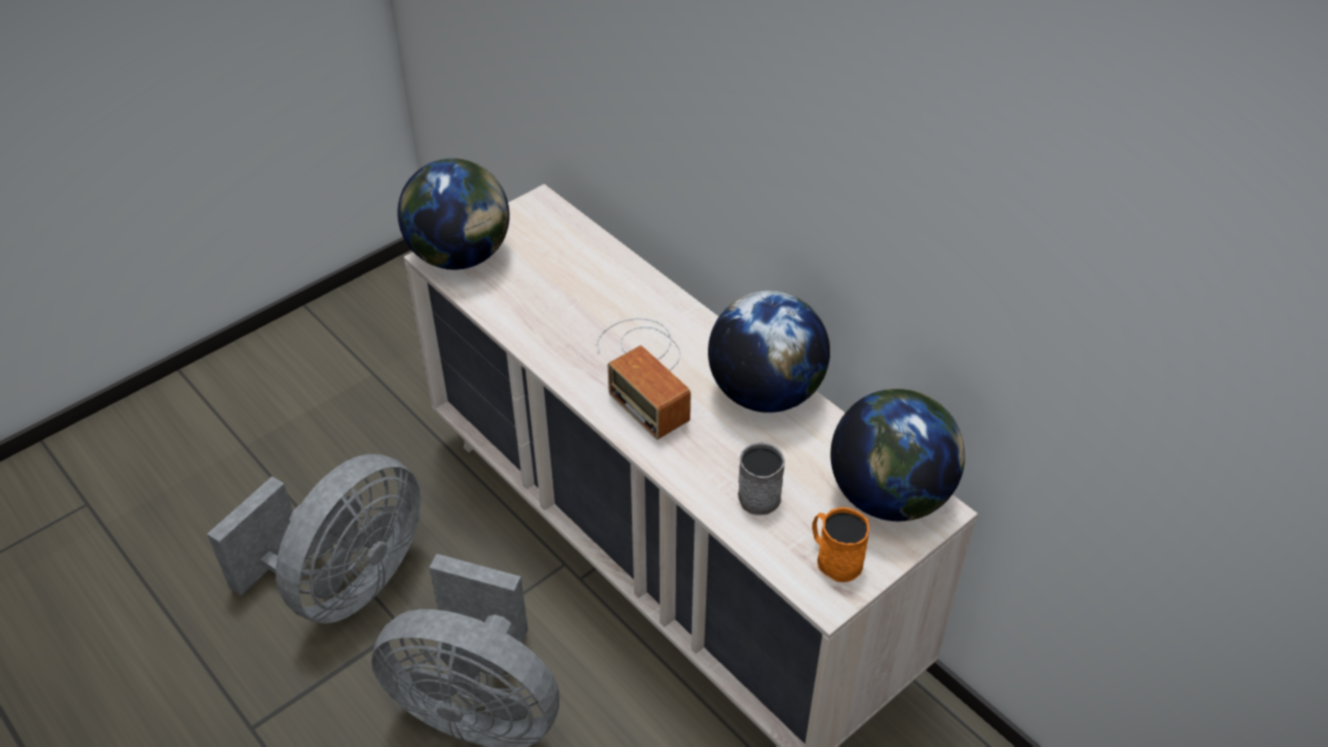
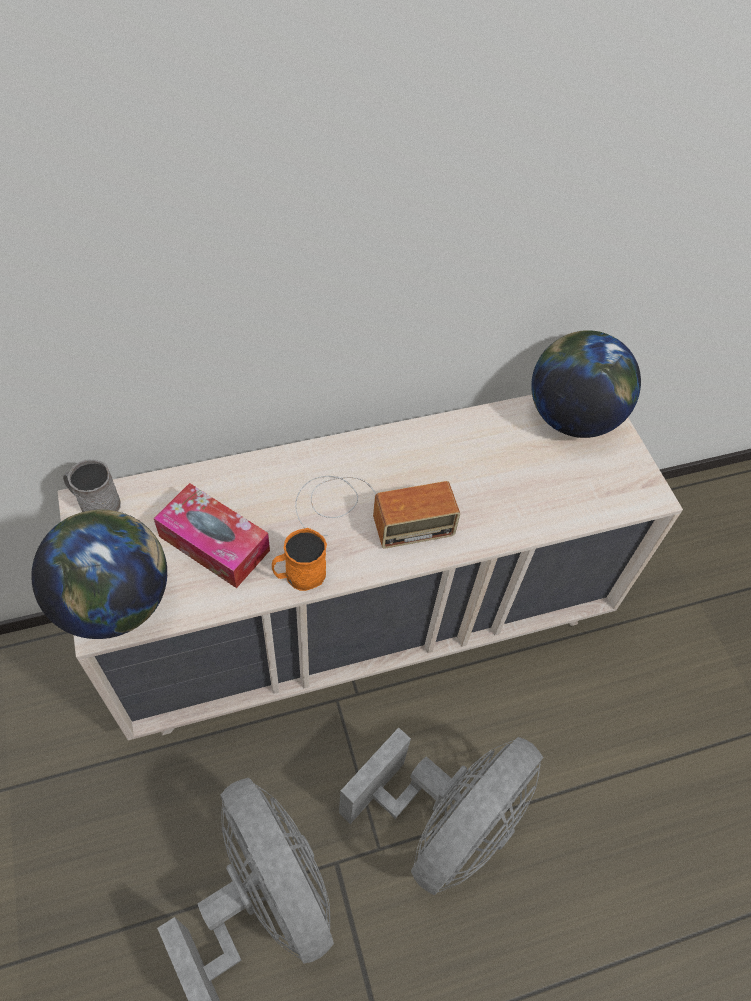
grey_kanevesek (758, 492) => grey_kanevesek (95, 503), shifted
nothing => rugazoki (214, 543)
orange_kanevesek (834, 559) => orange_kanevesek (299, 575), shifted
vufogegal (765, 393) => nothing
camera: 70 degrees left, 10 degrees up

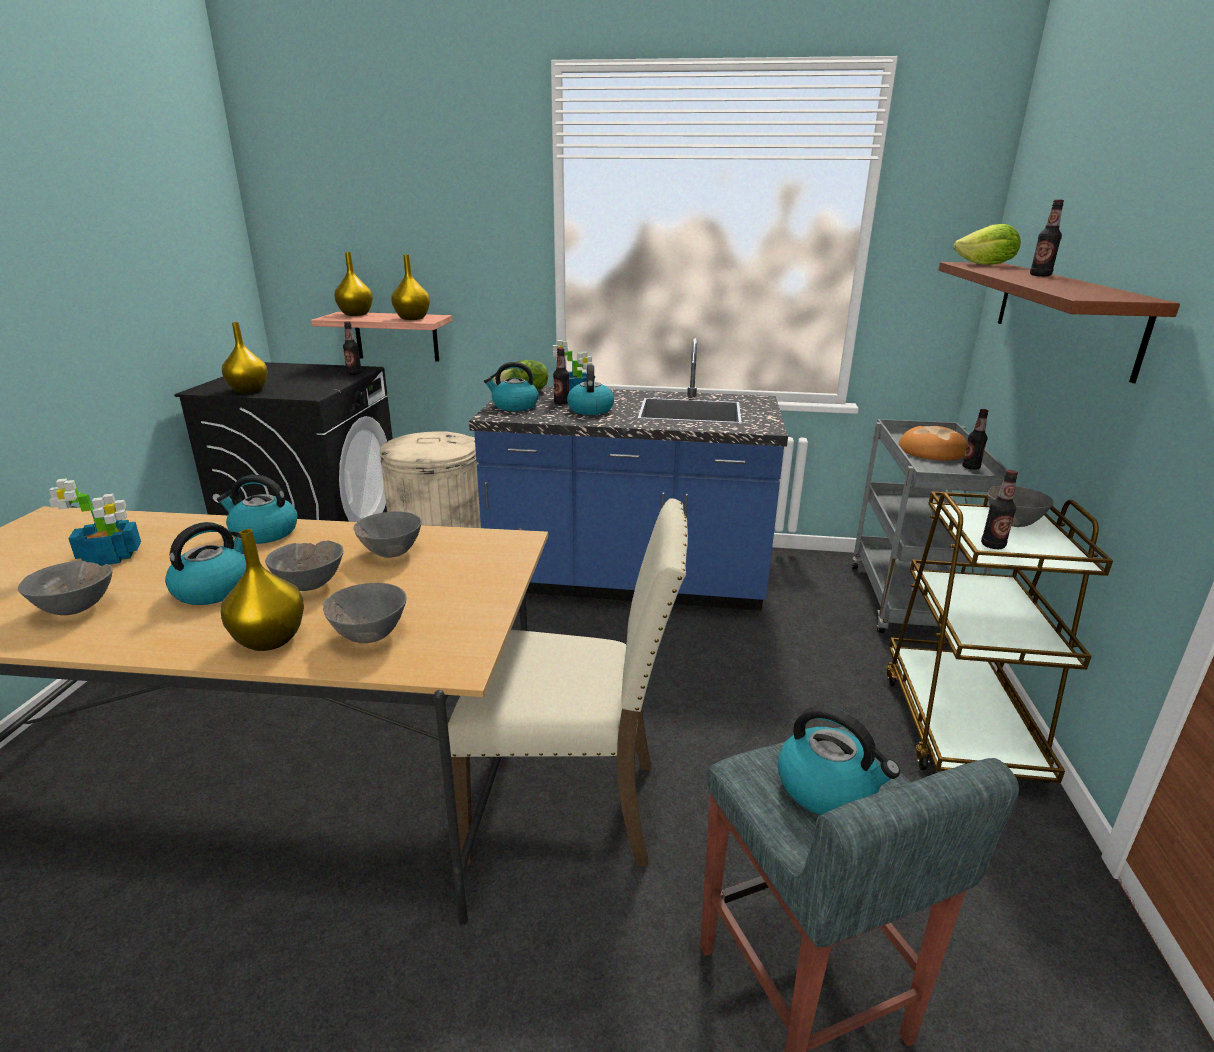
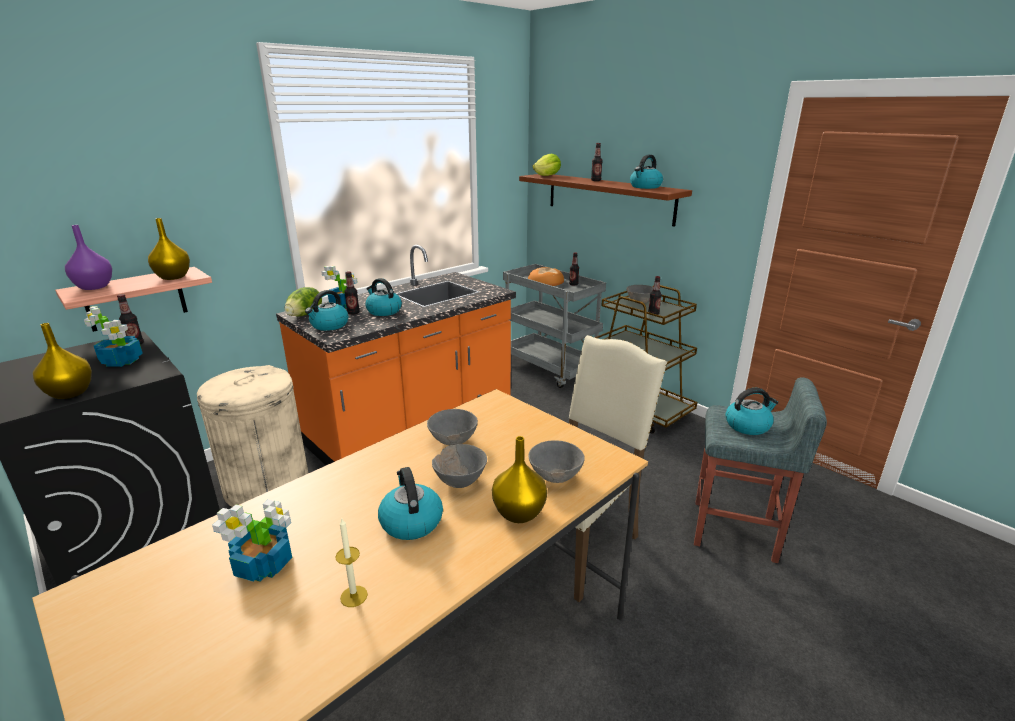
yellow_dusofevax (355, 314) => purple_dusofevax (93, 287)
nothing => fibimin (122, 361)
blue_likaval (628, 580) => orange_likaval (412, 426)
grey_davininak (77, 609) => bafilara (354, 596)
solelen (263, 533) => solelen (645, 187), shifted
camera: 50 degrees left, 0 degrees up

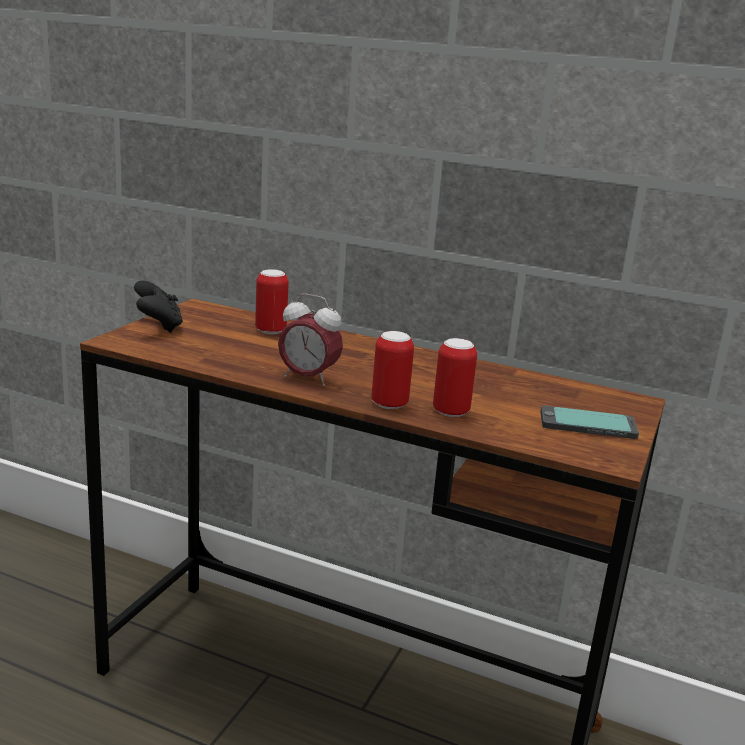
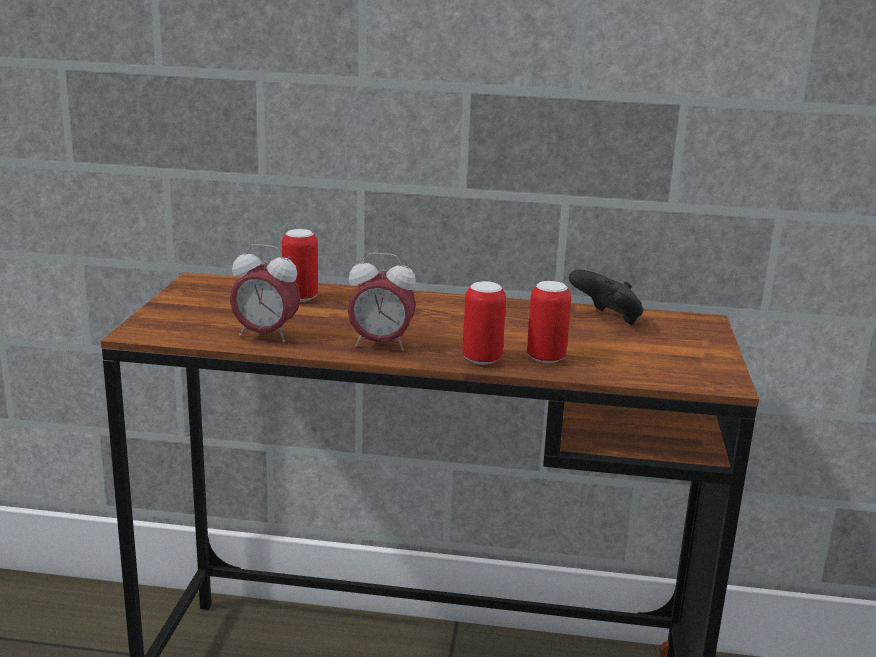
nothing => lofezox (265, 335)
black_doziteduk (158, 326) => black_doziteduk (607, 319), shifted
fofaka (588, 425) => nothing
camera: 15 degrees left, 0 degrees up

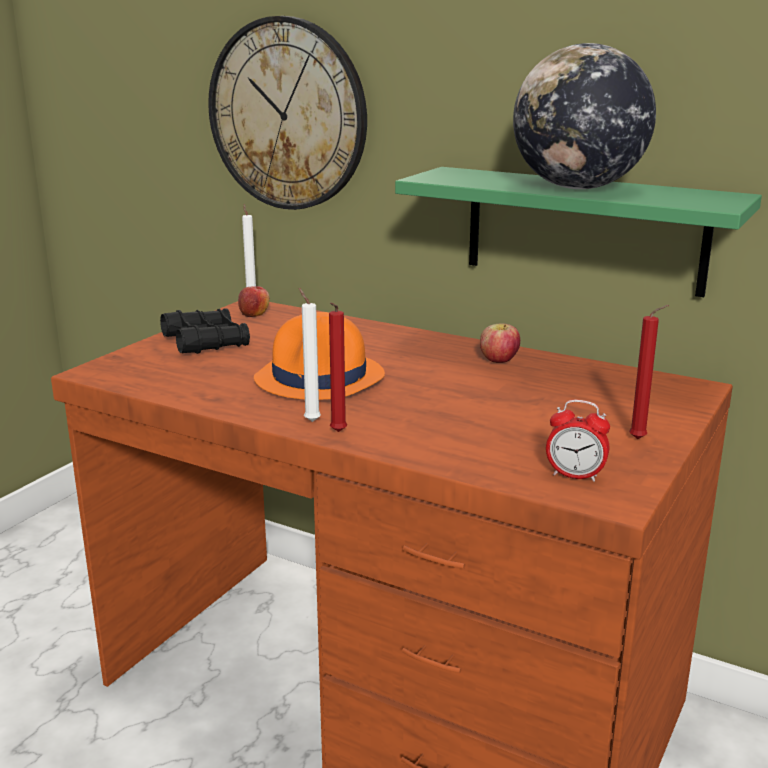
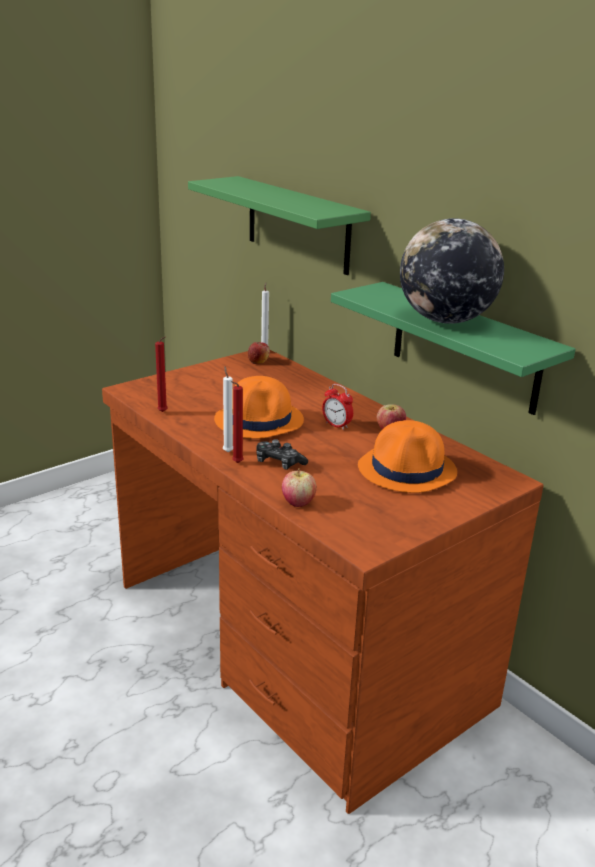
red_bafilara (640, 439) => red_bafilara (163, 412), shifted
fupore (287, 115) => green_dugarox (298, 225)
nothing => doziteduk (278, 463)
nothing => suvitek (298, 502)
lofezox (575, 476) => lofezox (336, 425), shifted
nothing => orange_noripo (407, 470)
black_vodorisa (206, 342) => nothing
camera: 20 degrees right, 5 degrees up

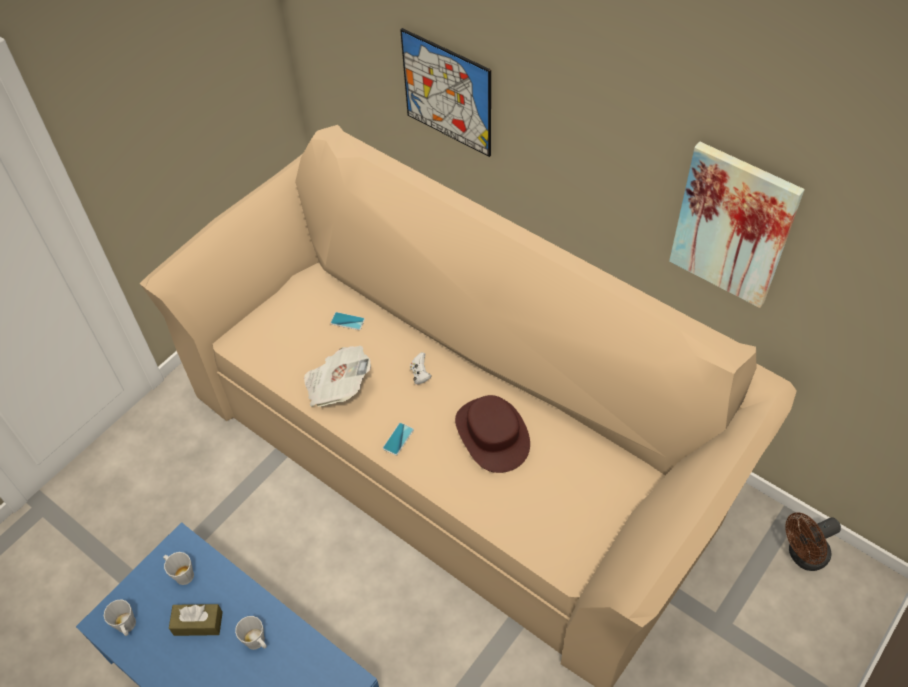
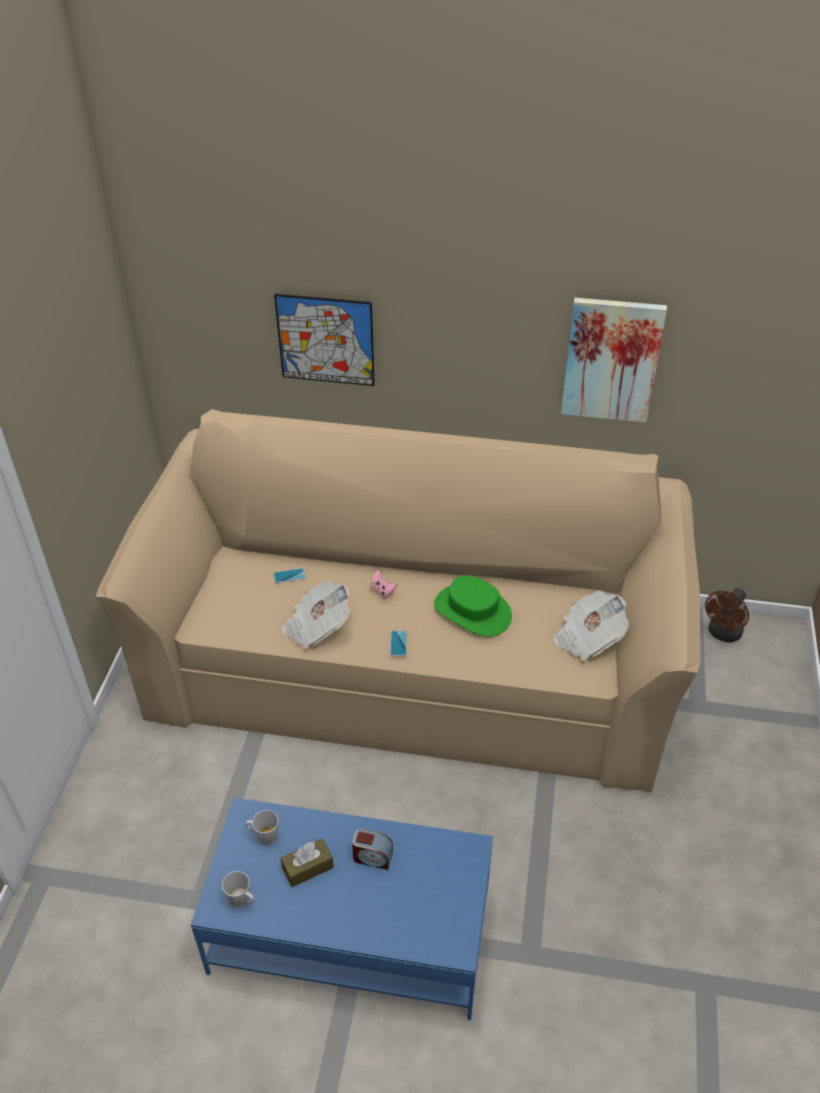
grey_kanevesek (257, 642) => lofezox (372, 857)
white_doziteduk (420, 374) => pink_doziteduk (382, 591)
brown_noripo (492, 434) => green_noripo (473, 611)
nothing => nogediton (588, 638)
camera: 30 degrees left, 10 degrees down

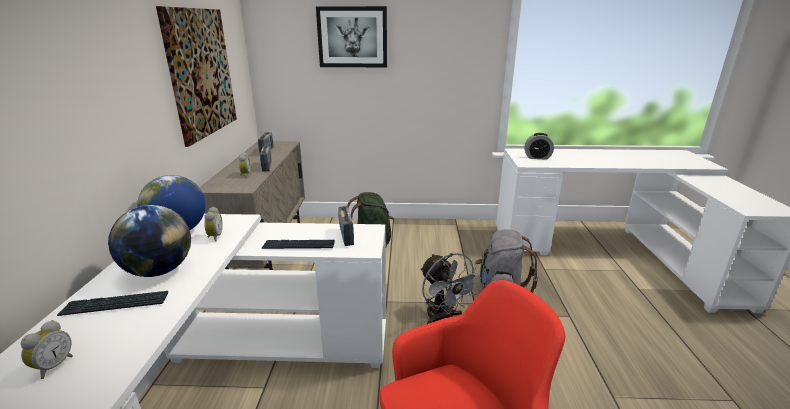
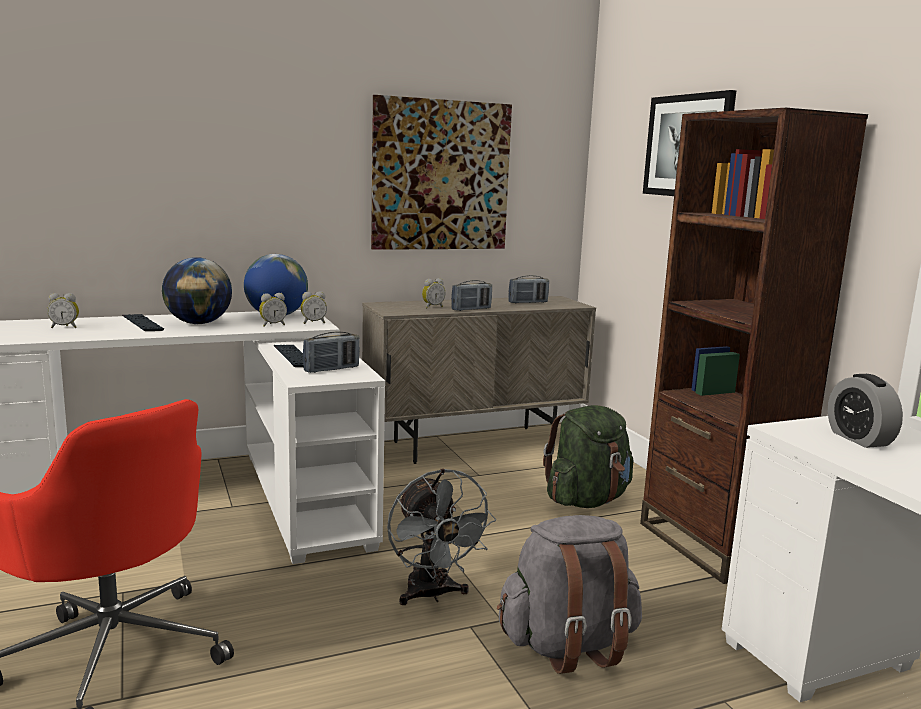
nothing => lofezox (313, 323)
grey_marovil (443, 318) => grey_marovil (432, 595), 60 degrees counterclockwise
nothing => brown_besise (714, 545)
camera: 65 degrees right, 10 degrees down

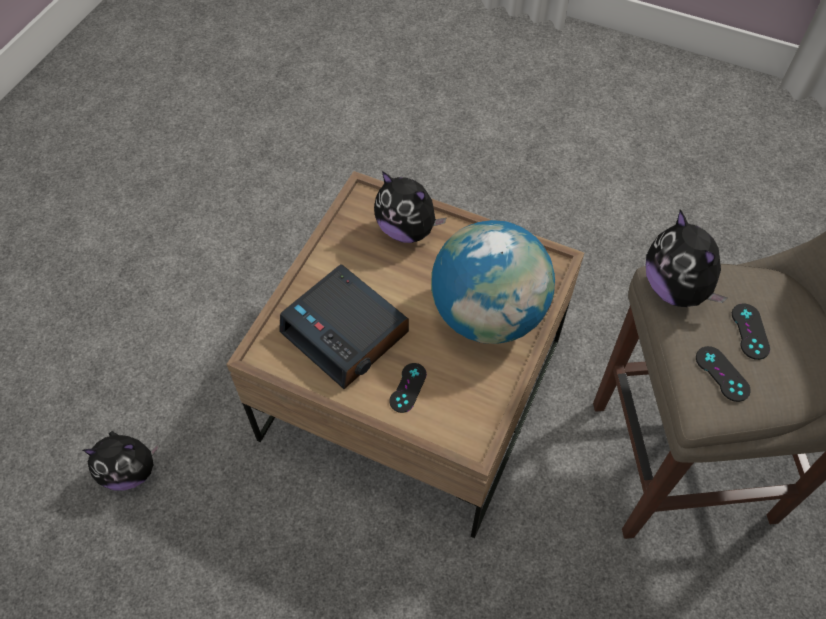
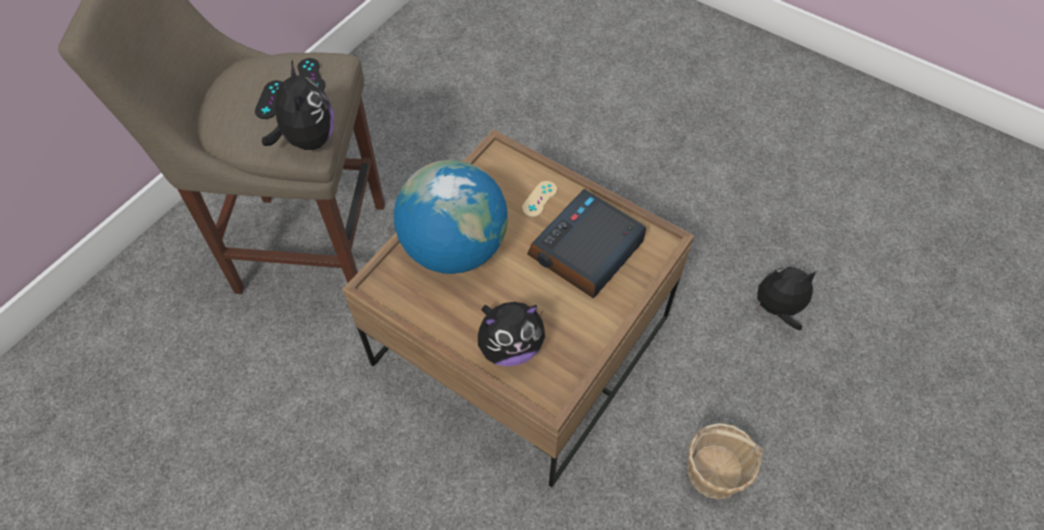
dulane (407, 230) => dulane (510, 347), 120 degrees clockwise
black_doziteduk (408, 387) => beige_doziteduk (539, 199)
lofezox (346, 332) => lofezox (586, 251), 105 degrees counterclockwise
nothing => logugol (715, 472)
camera: 170 degrees left, 0 degrees up

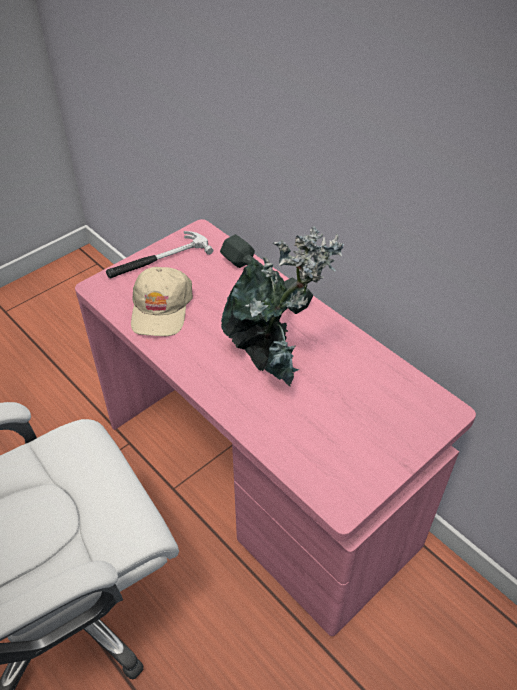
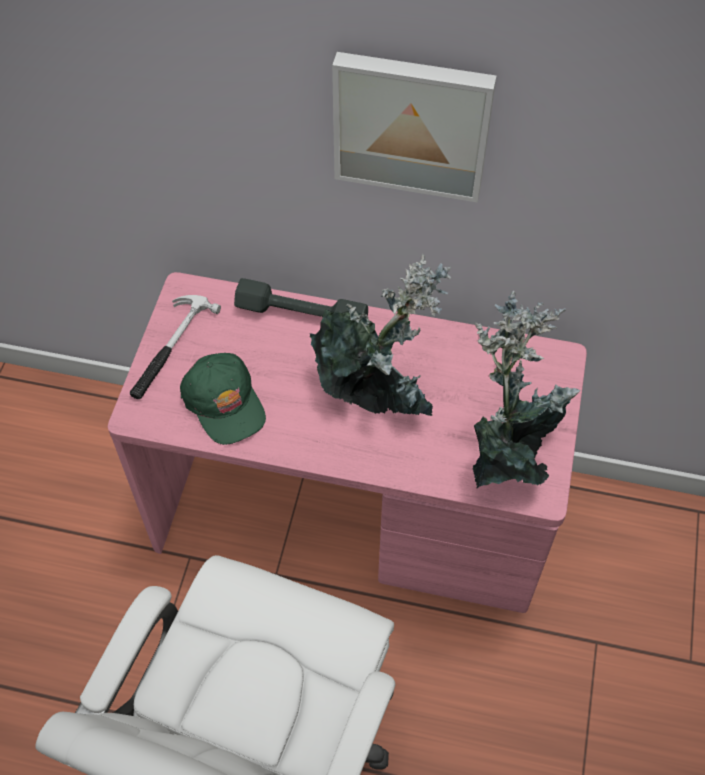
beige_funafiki (161, 308) => green_funafiki (224, 402)
nothing => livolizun (412, 123)
nothing => fibimin (509, 454)
camera: 35 degrees left, 10 degrees up

